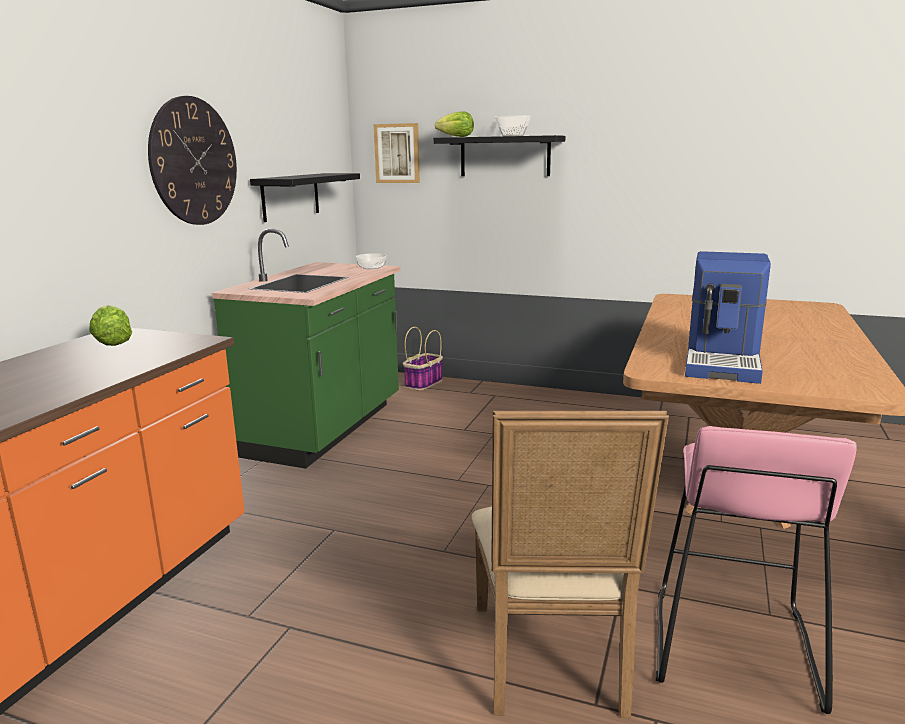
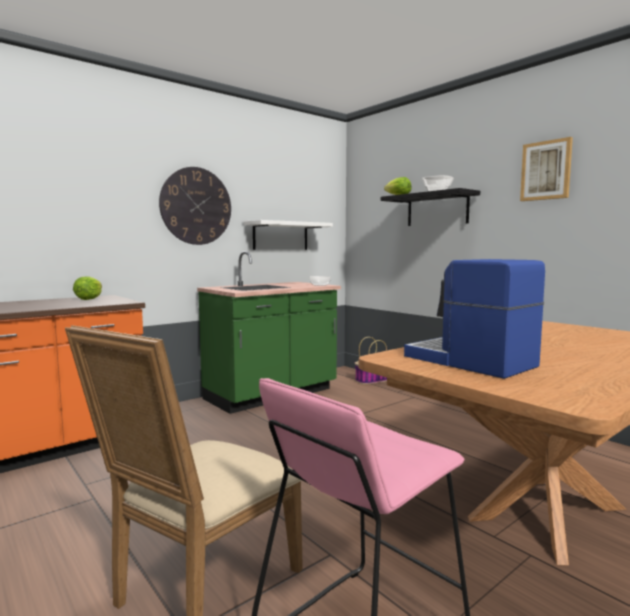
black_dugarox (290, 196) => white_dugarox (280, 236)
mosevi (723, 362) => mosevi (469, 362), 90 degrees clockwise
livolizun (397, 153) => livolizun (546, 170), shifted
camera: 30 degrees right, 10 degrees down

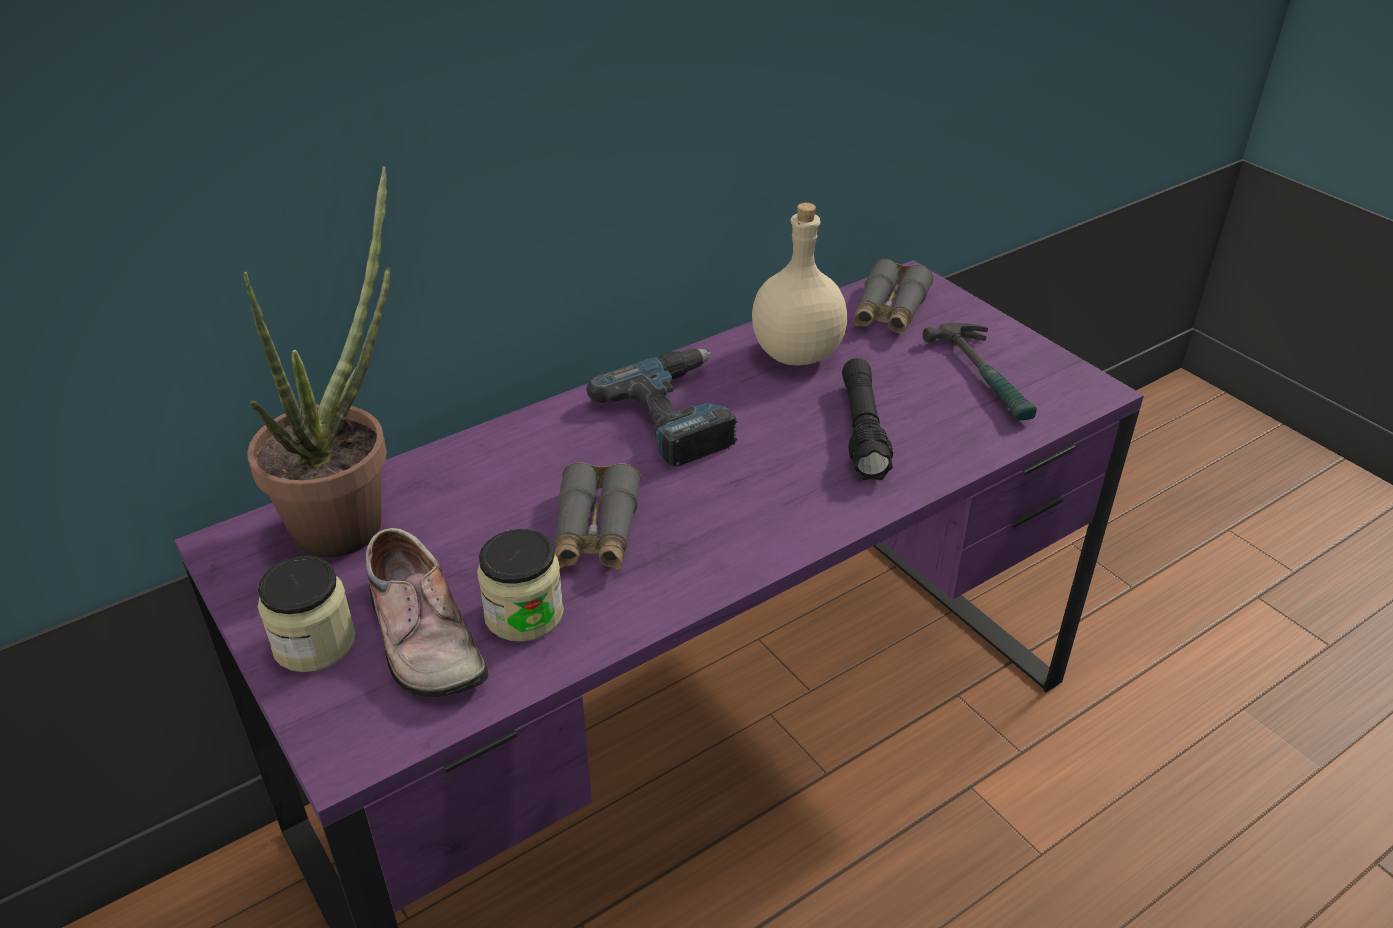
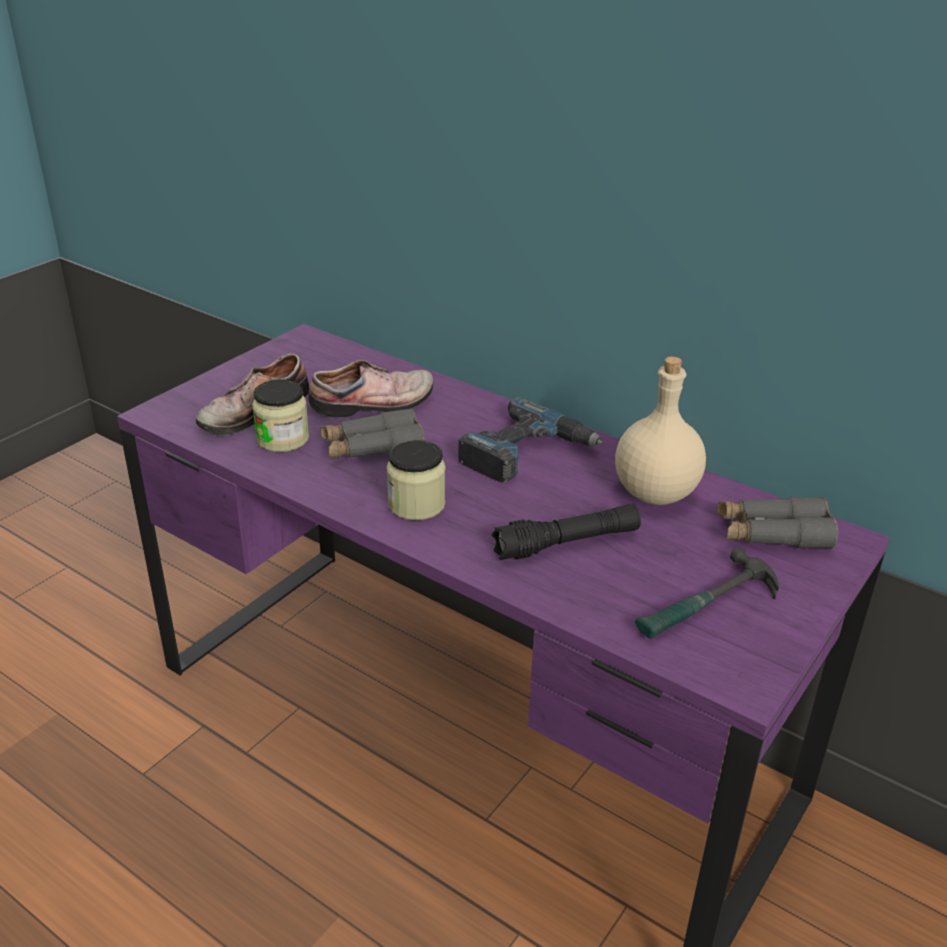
nothing => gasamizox (374, 404)
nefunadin (314, 643) => nefunadin (416, 504), shifted
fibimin (351, 516) => nothing
camera: 70 degrees right, 5 degrees down

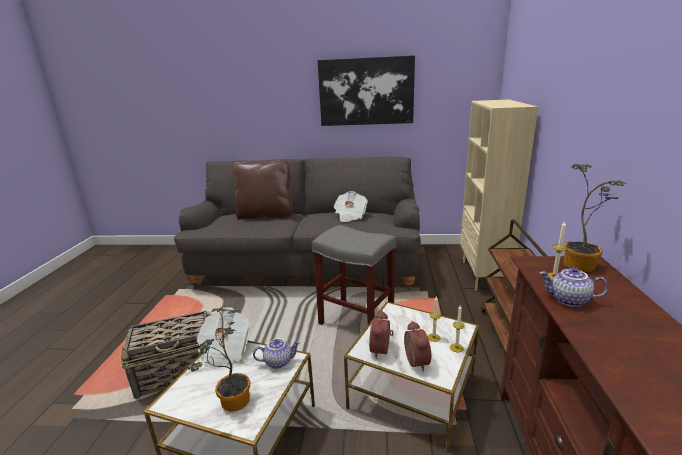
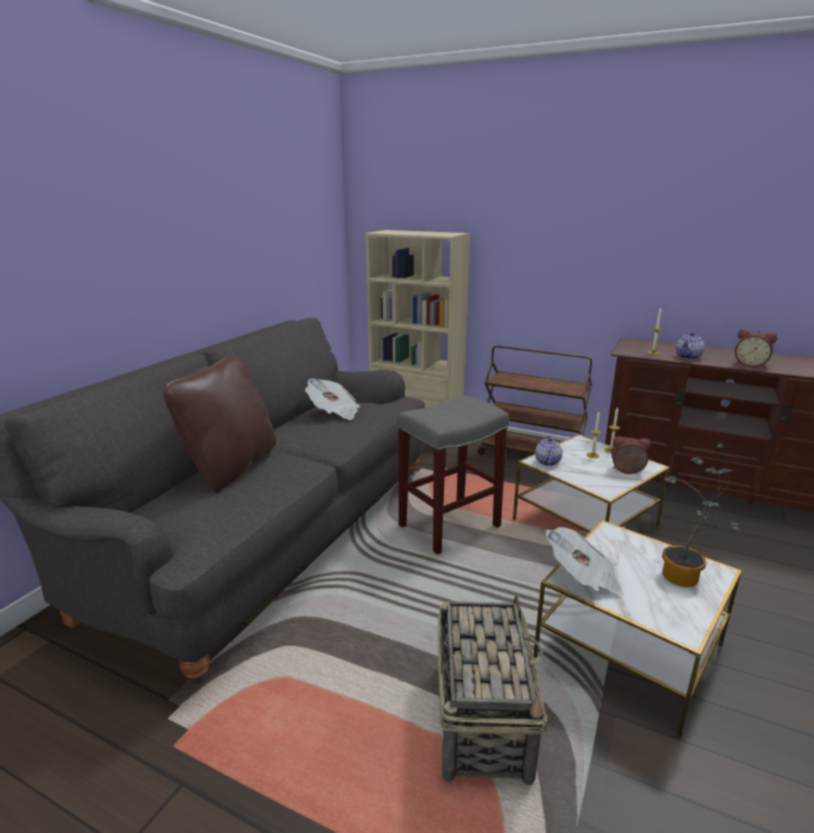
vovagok (278, 361) => vovagok (546, 461), shifted
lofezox (382, 349) => lofezox (750, 365), shifted
livolizun (366, 91) => nothing
fibimin (581, 264) => nothing
camera: 70 degrees left, 0 degrees up

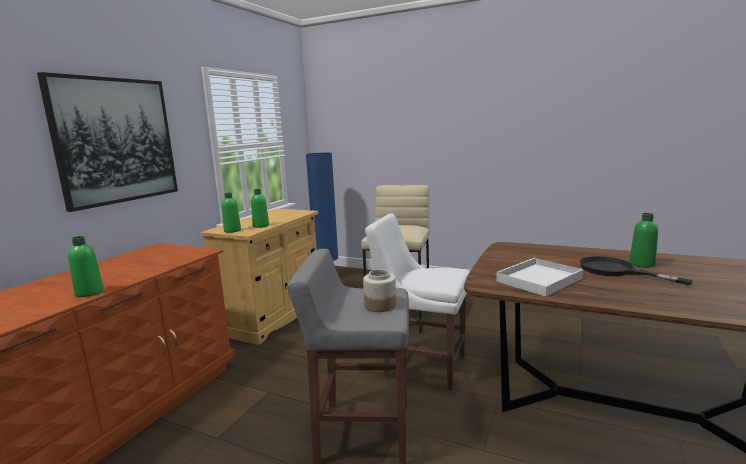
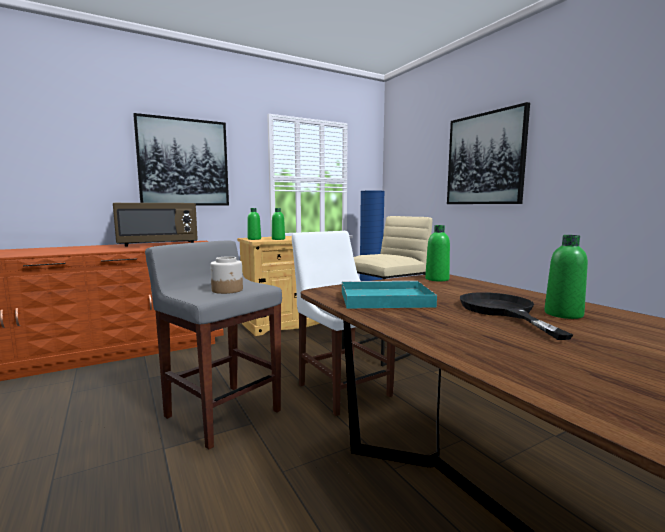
nothing => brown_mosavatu (158, 244)
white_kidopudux (538, 280) => turquoise_kidopudux (383, 299)
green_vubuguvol (89, 293) => green_vubuguvol (437, 279), shifted
nothing => livolizun (485, 159)
camera: 35 degrees right, 5 degrees down

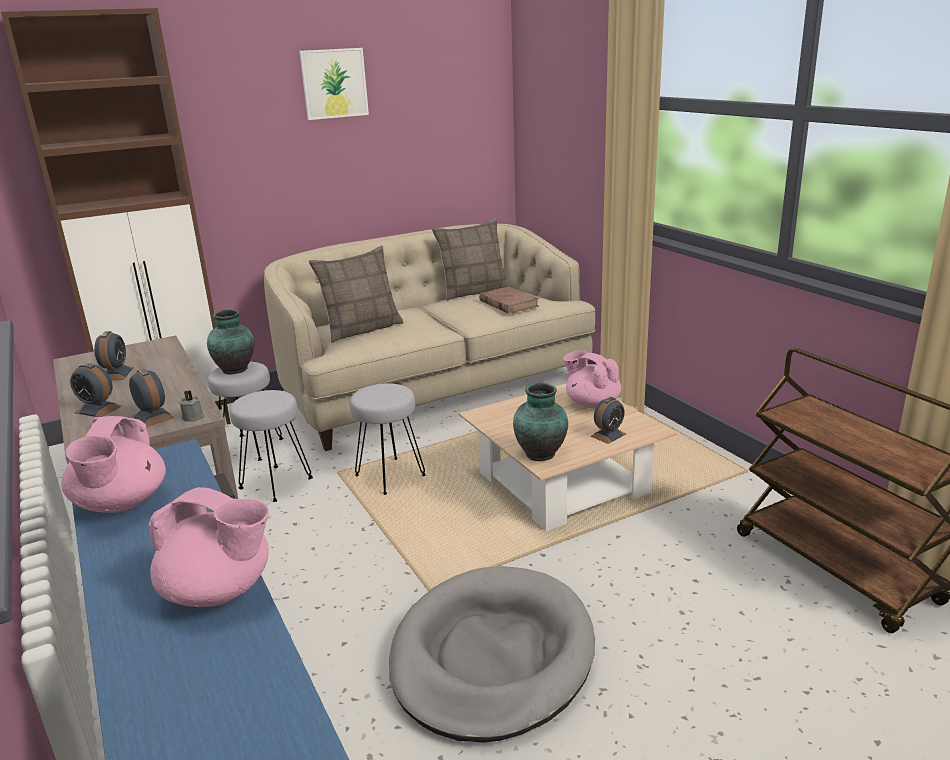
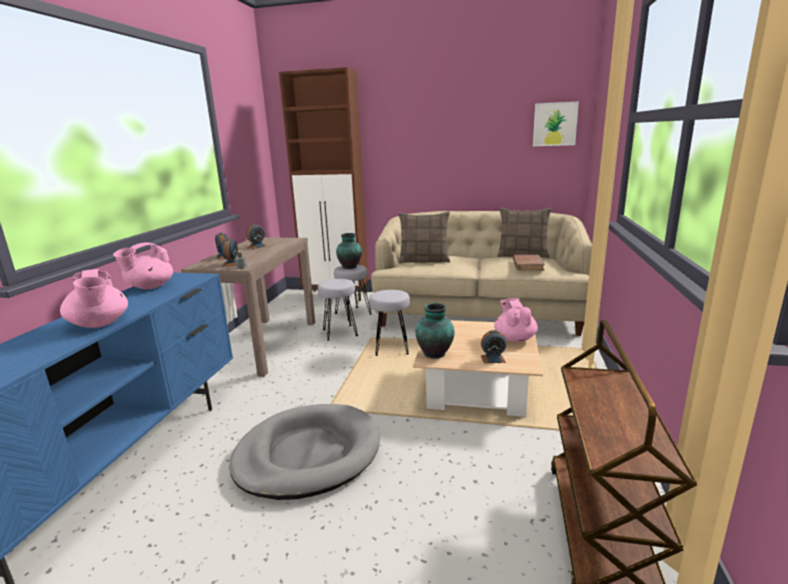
livolizun (334, 83) => livolizun (555, 124), shifted
camera: 40 degrees right, 5 degrees down

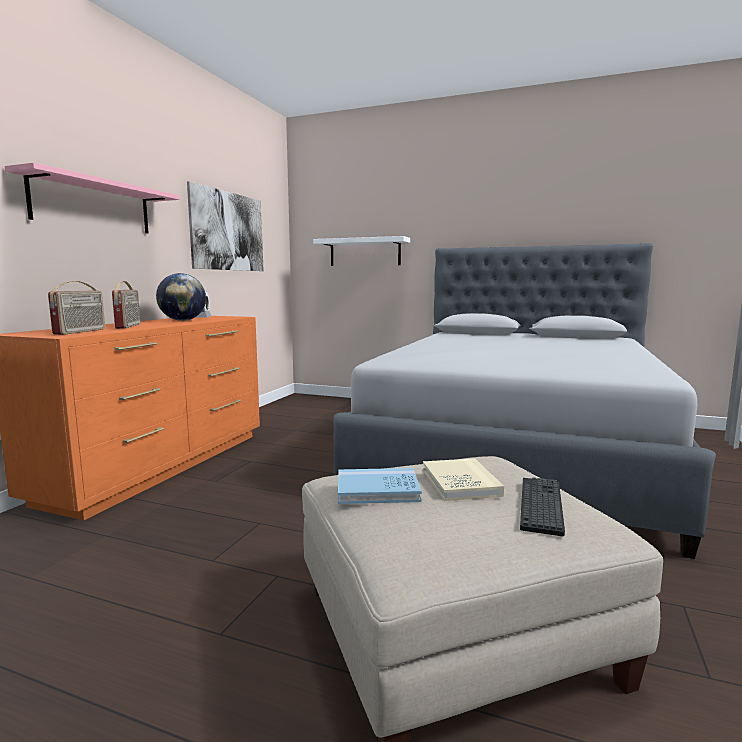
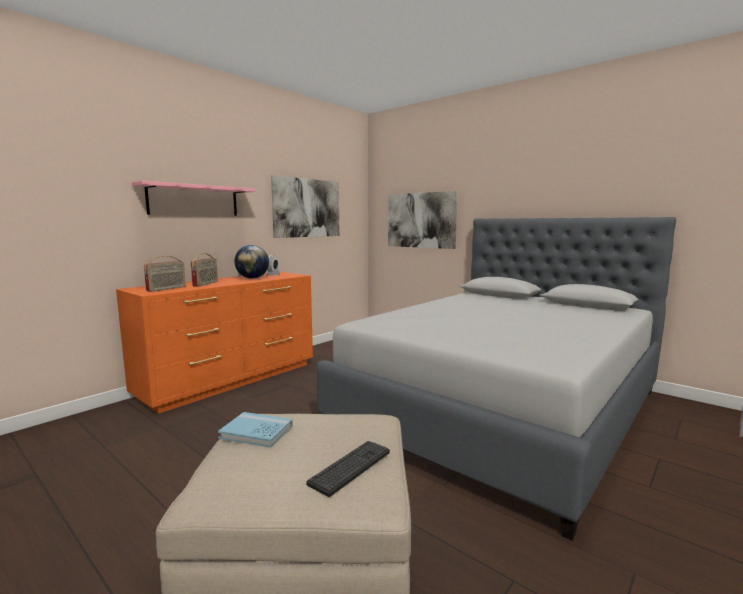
white_dugarox (365, 252) => livolizun (420, 220)
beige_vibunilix (460, 482) => nothing
camera: 20 degrees right, 0 degrees up

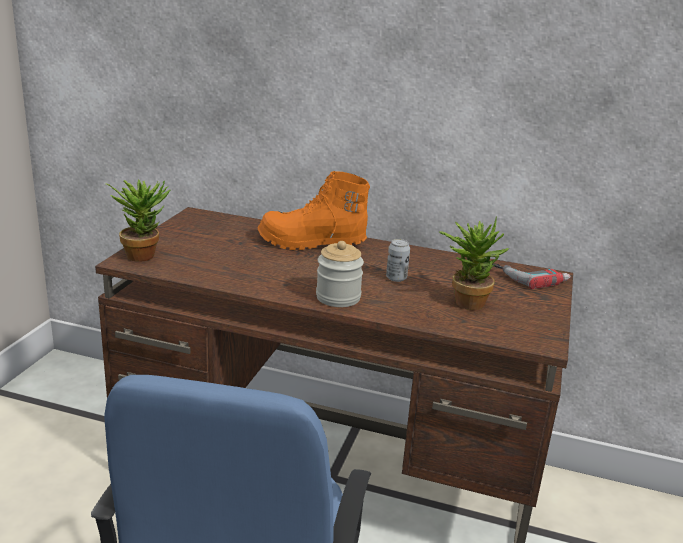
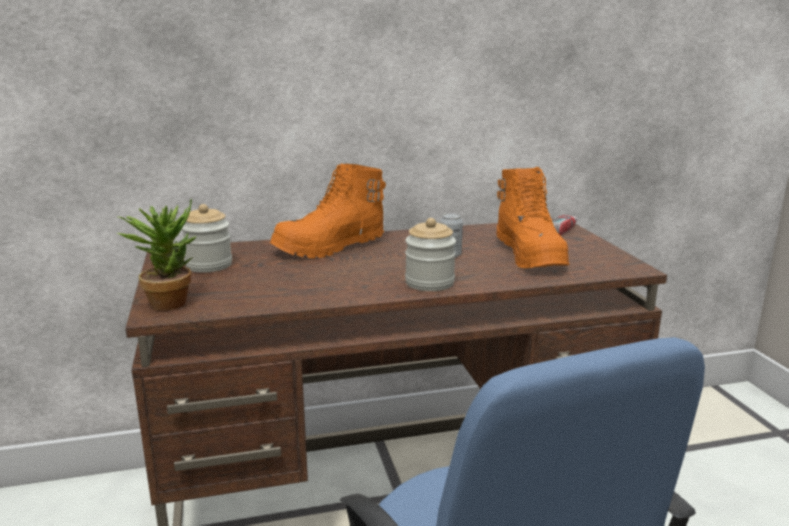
nothing => nefunadin (209, 265)
fibimin (466, 300) => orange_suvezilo (530, 256)
camera: 30 degrees left, 5 degrees down

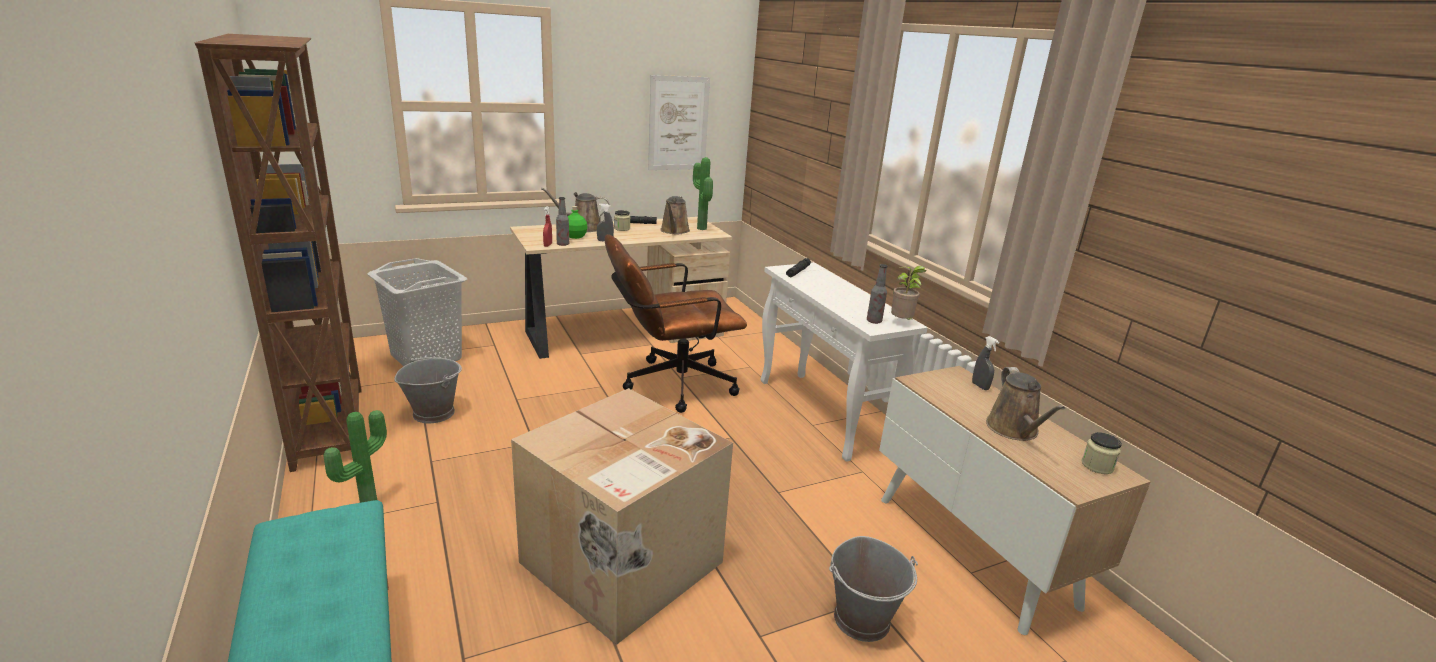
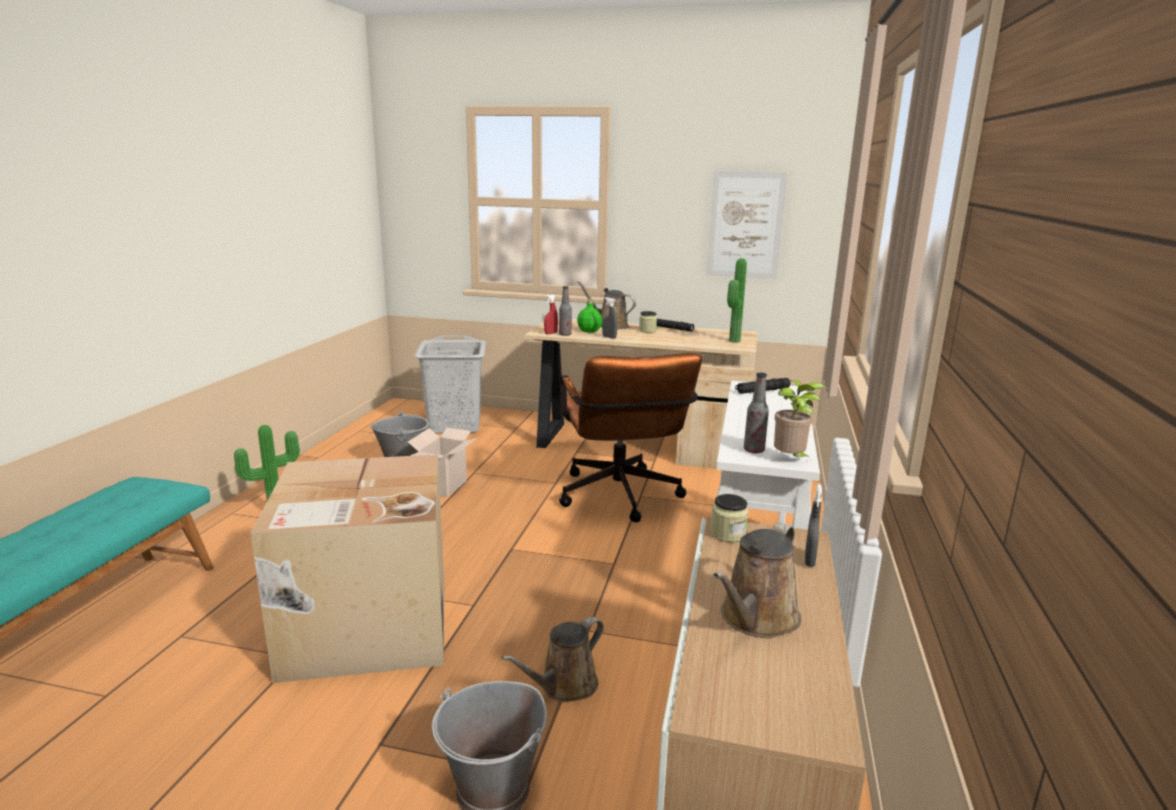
nothing => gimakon (444, 487)
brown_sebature (674, 231) => brown_sebature (564, 686), shifted
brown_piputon (670, 385) => brown_piputon (621, 499), 120 degrees counterclockwise
nefunadin (1097, 466) => nefunadin (728, 534), shifted
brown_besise (331, 426) => nothing
camera: 40 degrees right, 5 degrees down

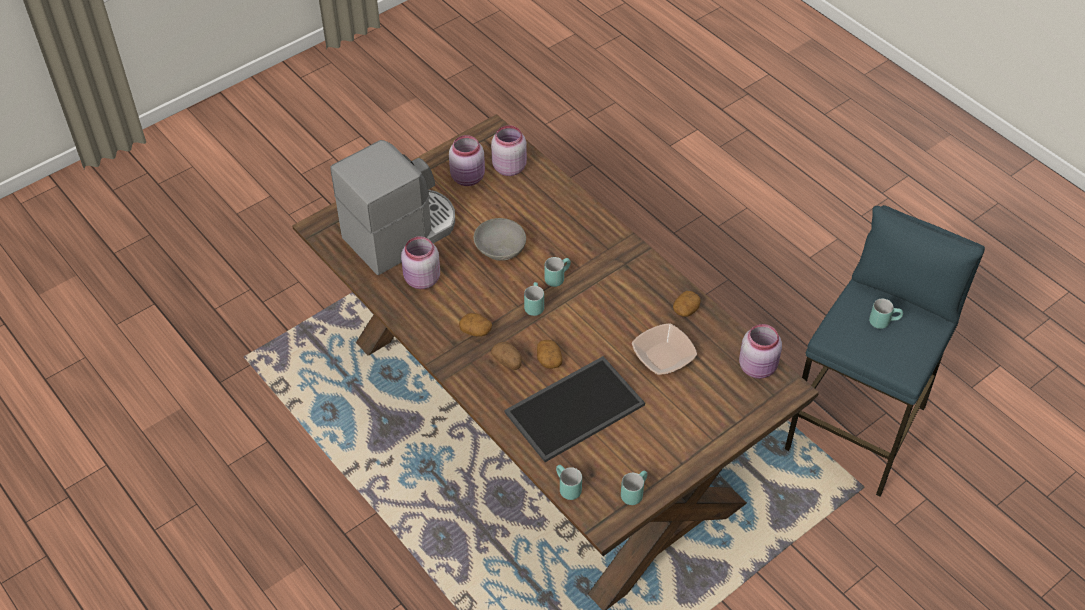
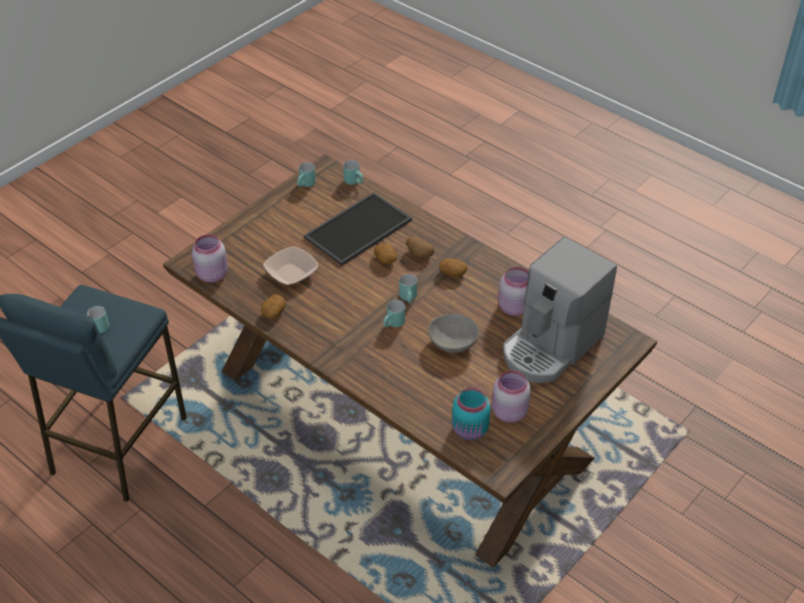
pink_nefunadin (509, 167) => turquoise_nefunadin (470, 430)
camera: 170 degrees right, 5 degrees down

